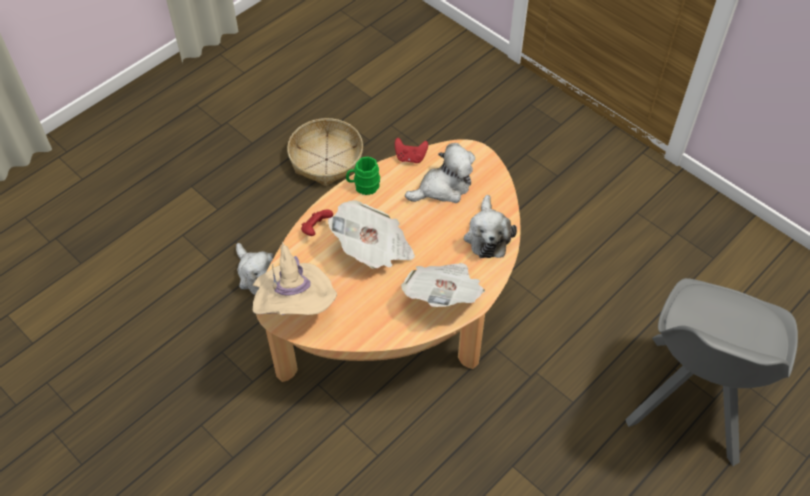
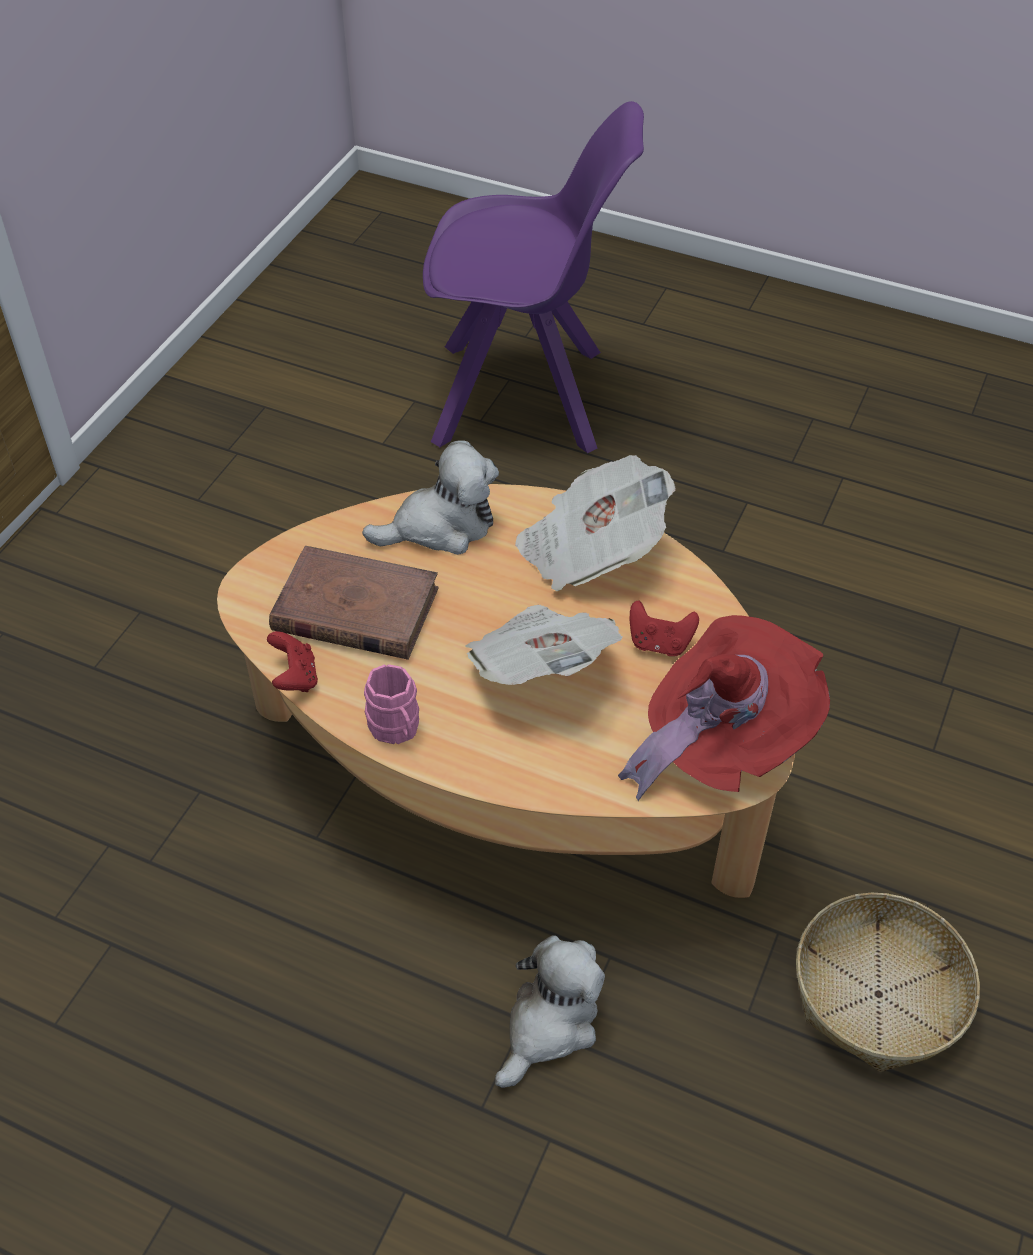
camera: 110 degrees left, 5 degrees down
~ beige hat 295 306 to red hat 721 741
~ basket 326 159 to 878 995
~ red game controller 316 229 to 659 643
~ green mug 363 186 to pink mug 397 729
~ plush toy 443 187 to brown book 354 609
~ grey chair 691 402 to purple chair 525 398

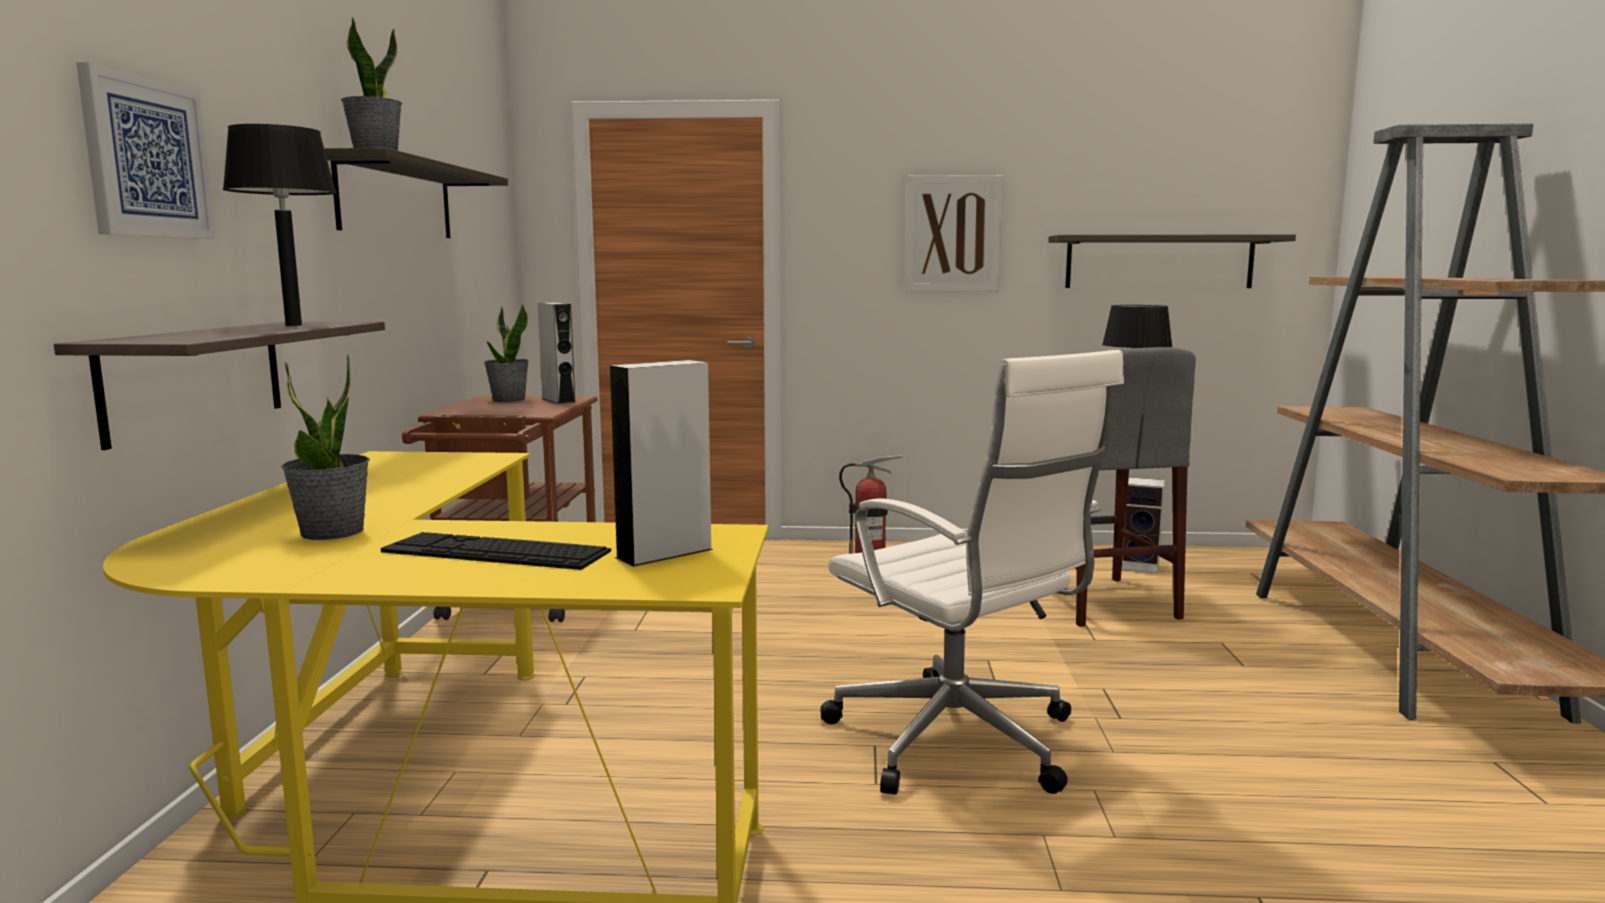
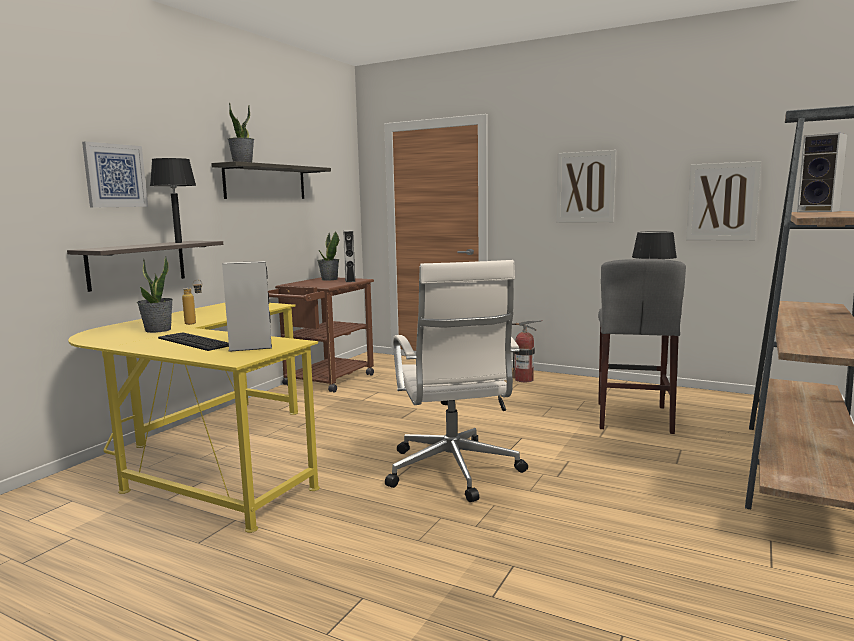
camera: 25 degrees right, 0 degrees up
~ shelf 1159 262 to picture 722 202
~ speaker 1141 566 to 820 211
+ bottle 195 323

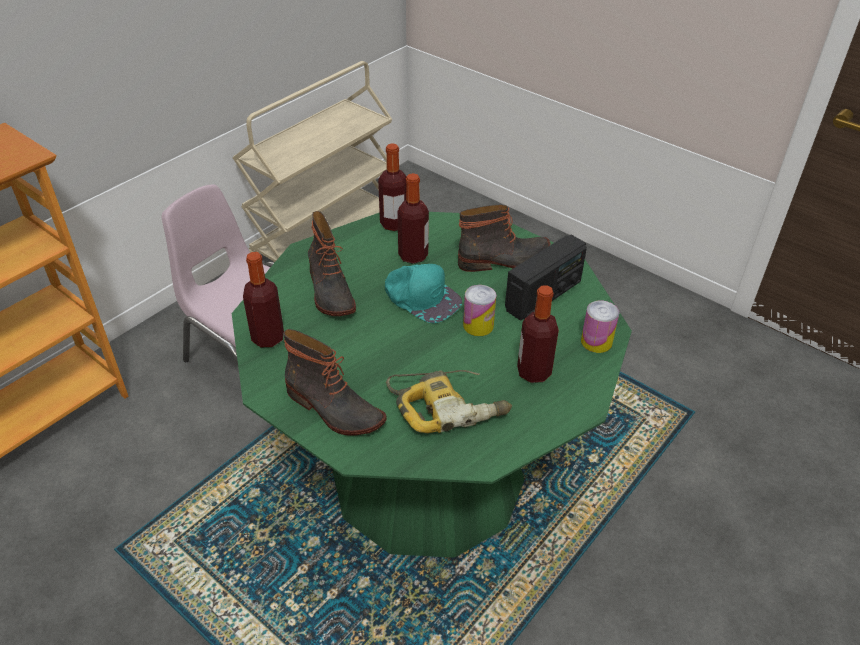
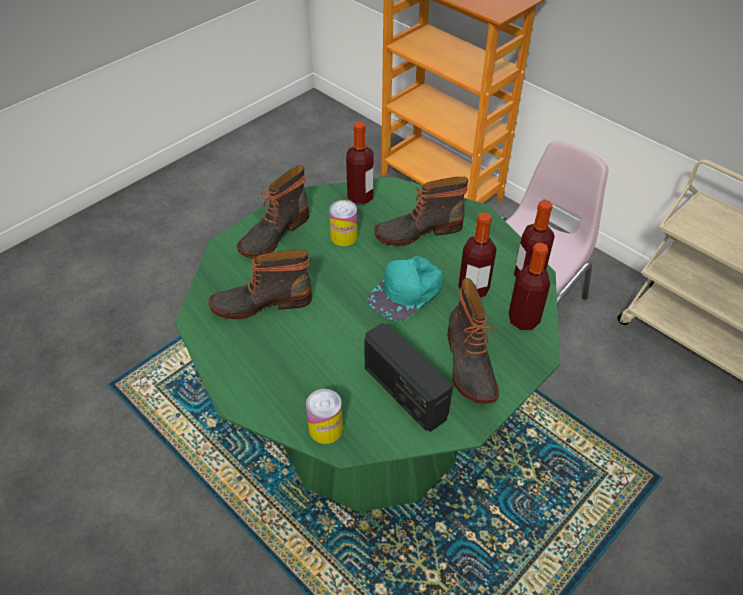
camera: 95 degrees right, 5 degrees up
~ power drill 448 406 to boot 261 302
~ can 478 325 to 344 236
~ bottle 533 372 to 523 319

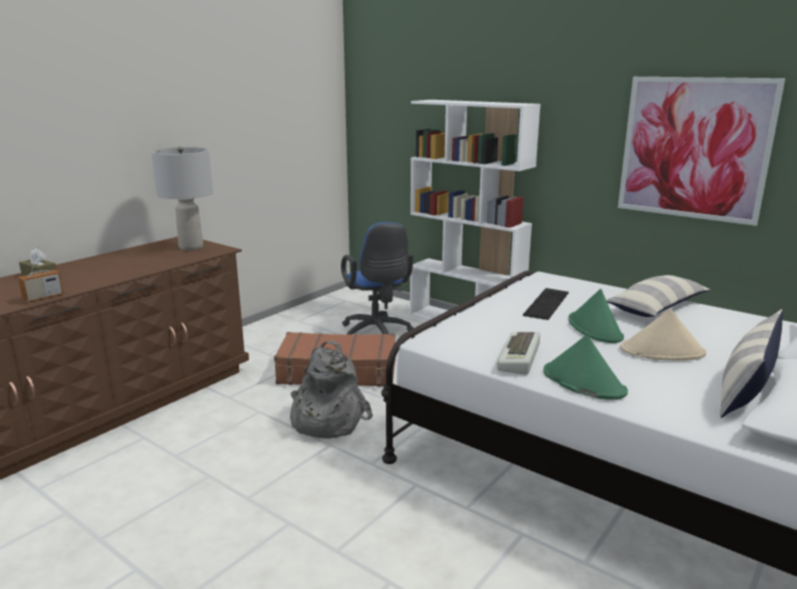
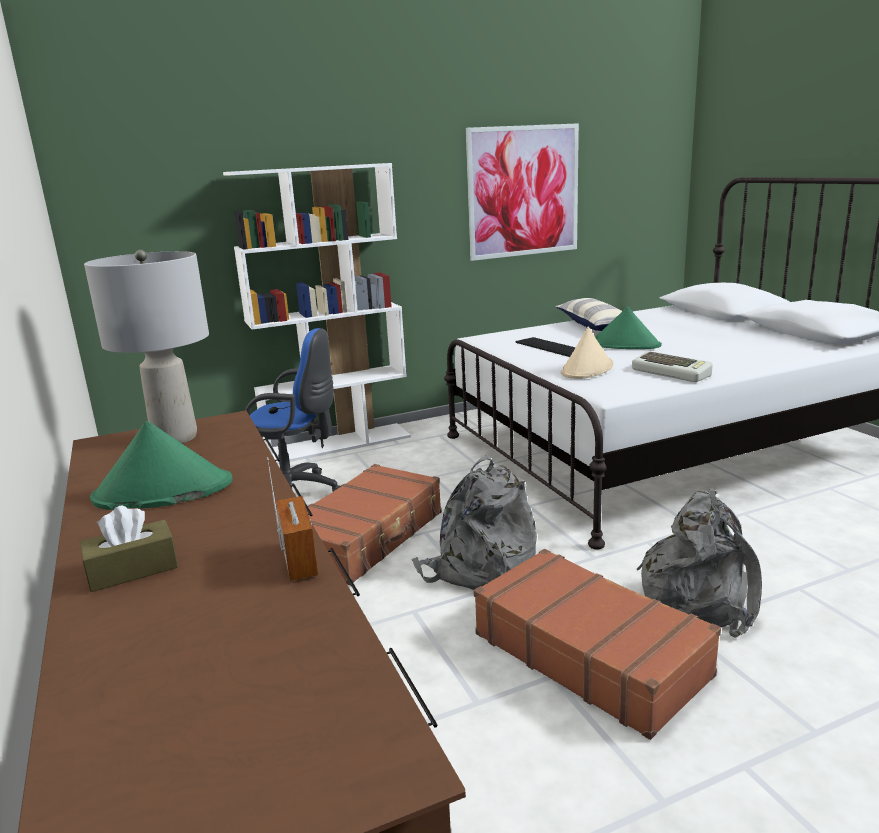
camera: 60 degrees left, 0 degrees up
~ green hat 583 382 to 162 491
~ beige hat 662 351 to 587 369
- pillow 745 390
+ brown suitcase 590 653
+ grey backpack 700 599

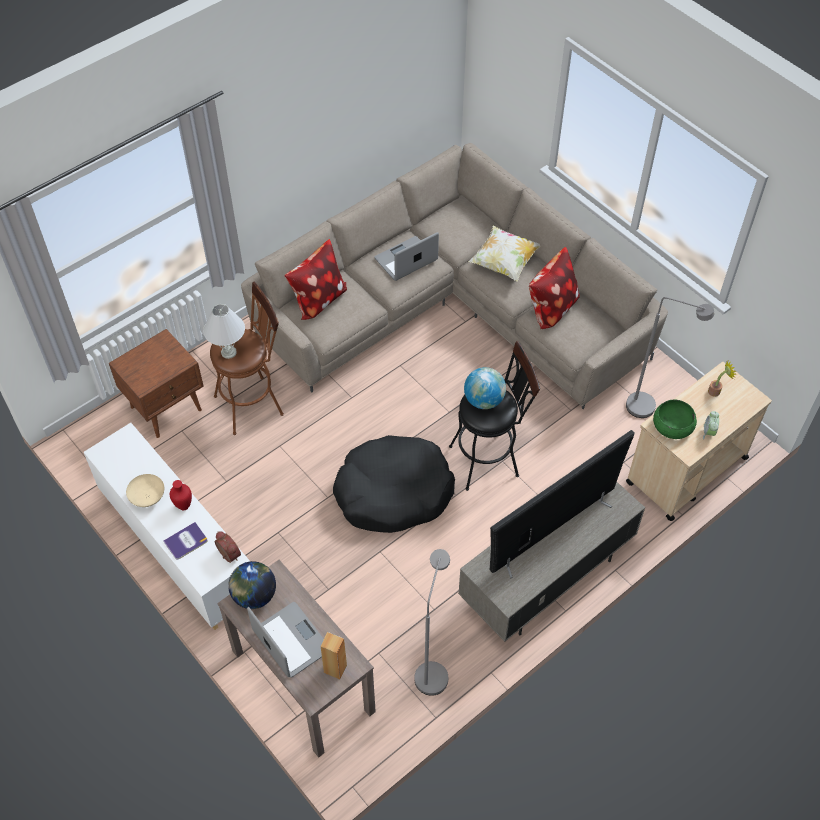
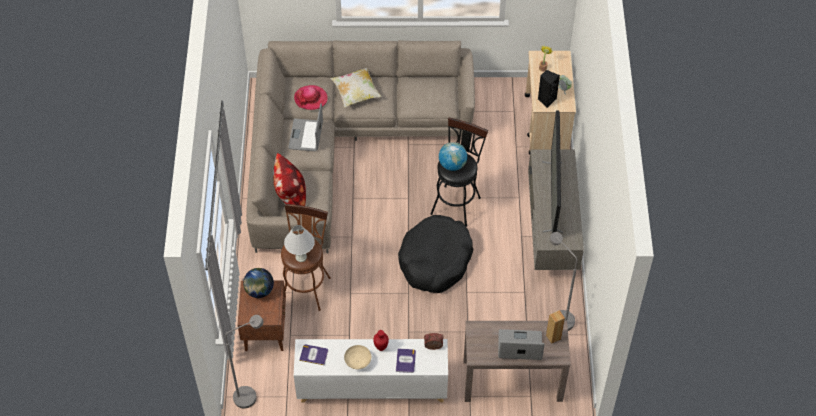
camera: 50 degrees left, 0 degrees up
~ globe 254 595 to 259 291
- pillow 551 308
~ grey floor lamp 649 408 to 250 394
~ green bowl 672 426 to black speaker 546 100
+ hat 311 98
+ book 314 355

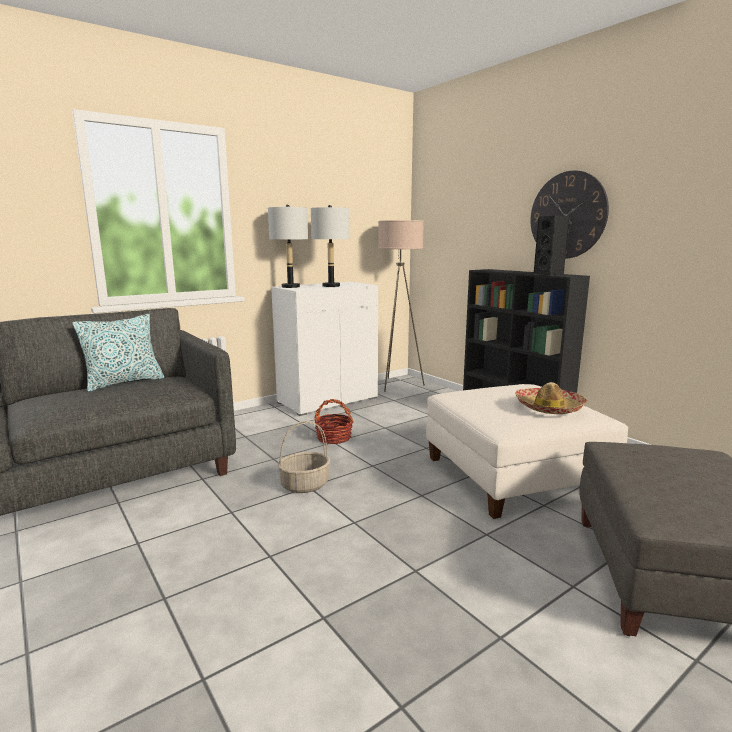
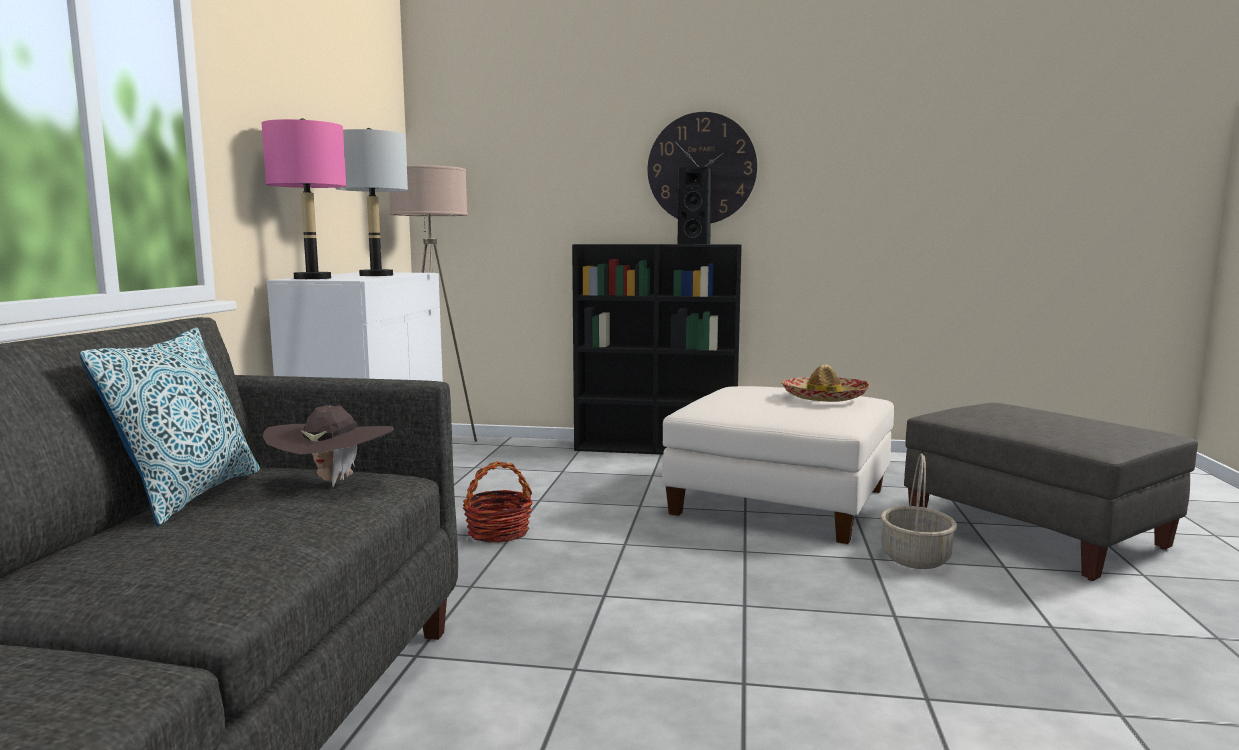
camera: 45 degrees left, 5 degrees down
~ grey table lamp 290 287 to pink table lamp 312 278
~ basket 305 485 to 914 557
+ brown hat 333 481

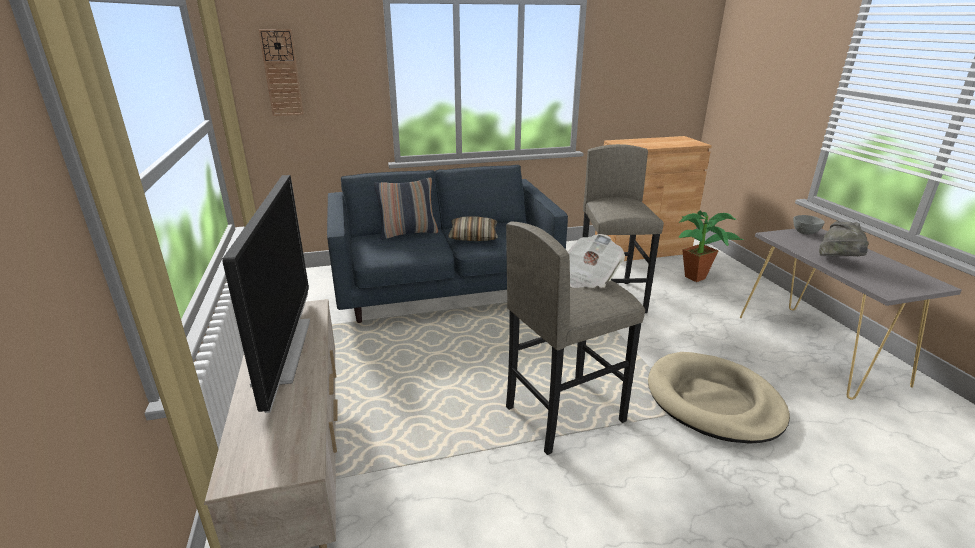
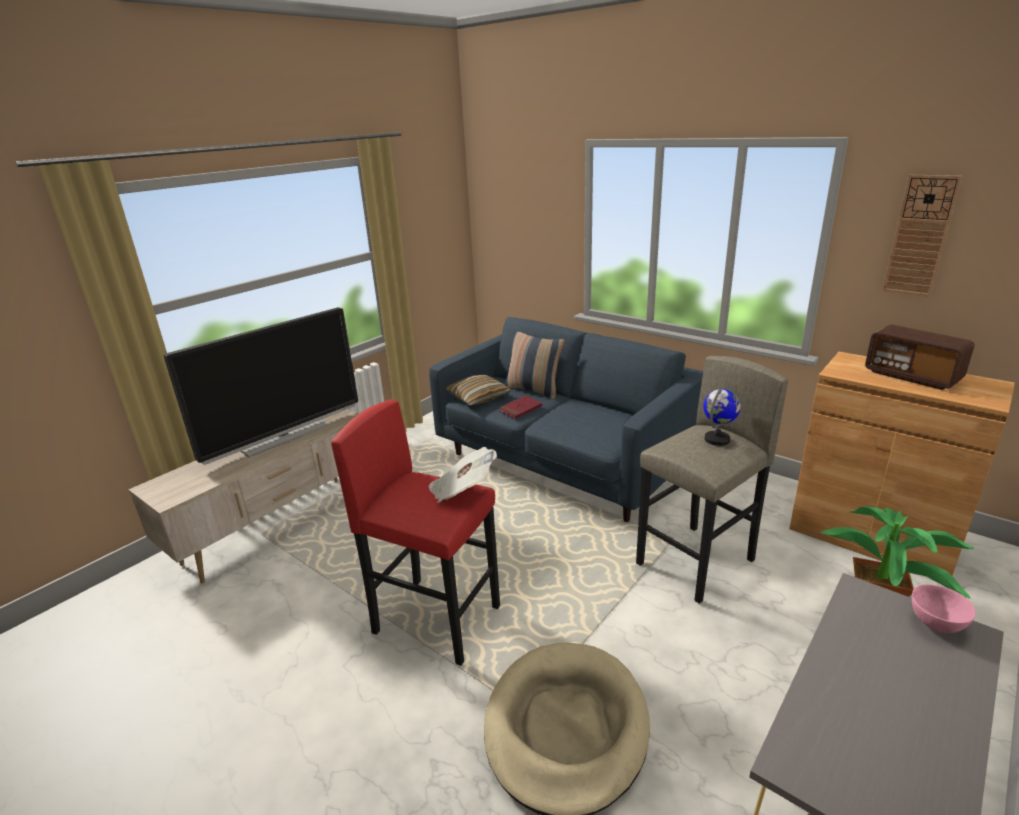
camera: 55 degrees right, 0 degrees up
~ wall clock 282 73 to 920 236
~ pillow 473 236 to 478 397
~ grey stool 563 414 to red stool 437 618
~ grey bowl 805 233 to pink bowl 935 624
- grey hat 839 262
+ red book 520 409
+ globe 717 439
+ radio 912 376

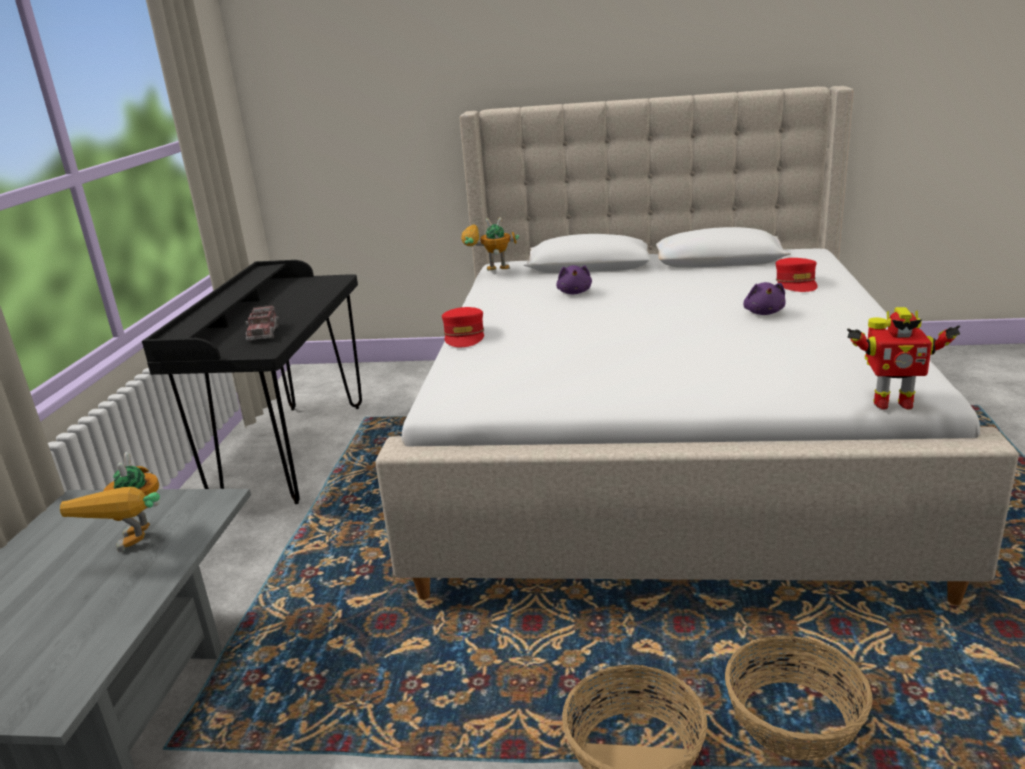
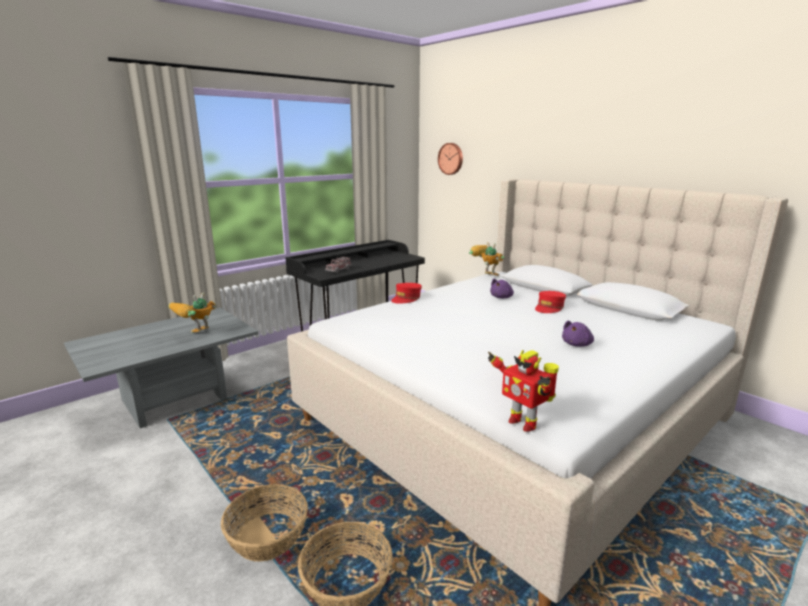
camera: 40 degrees right, 5 degrees down
~ red cap 796 283 to 549 308
+ wall clock 451 158

